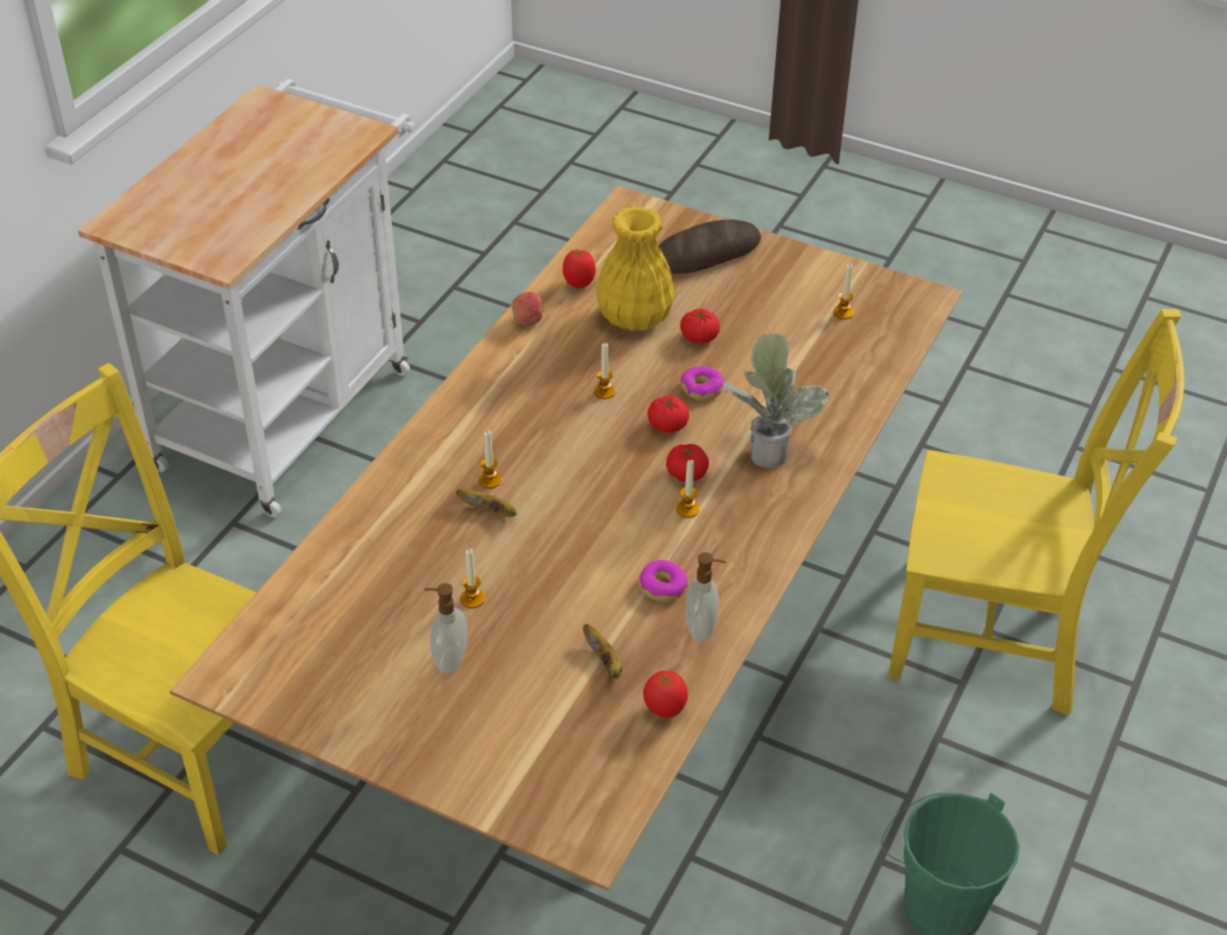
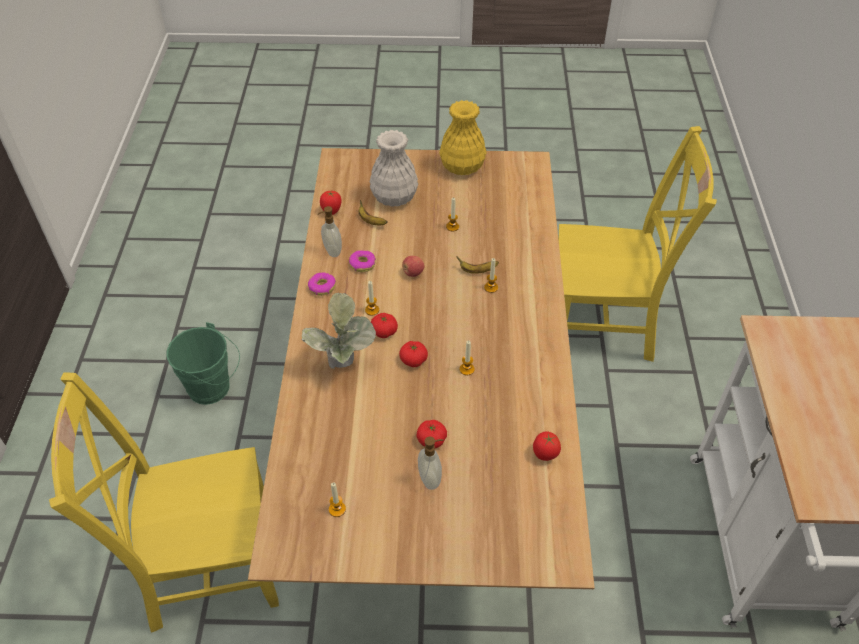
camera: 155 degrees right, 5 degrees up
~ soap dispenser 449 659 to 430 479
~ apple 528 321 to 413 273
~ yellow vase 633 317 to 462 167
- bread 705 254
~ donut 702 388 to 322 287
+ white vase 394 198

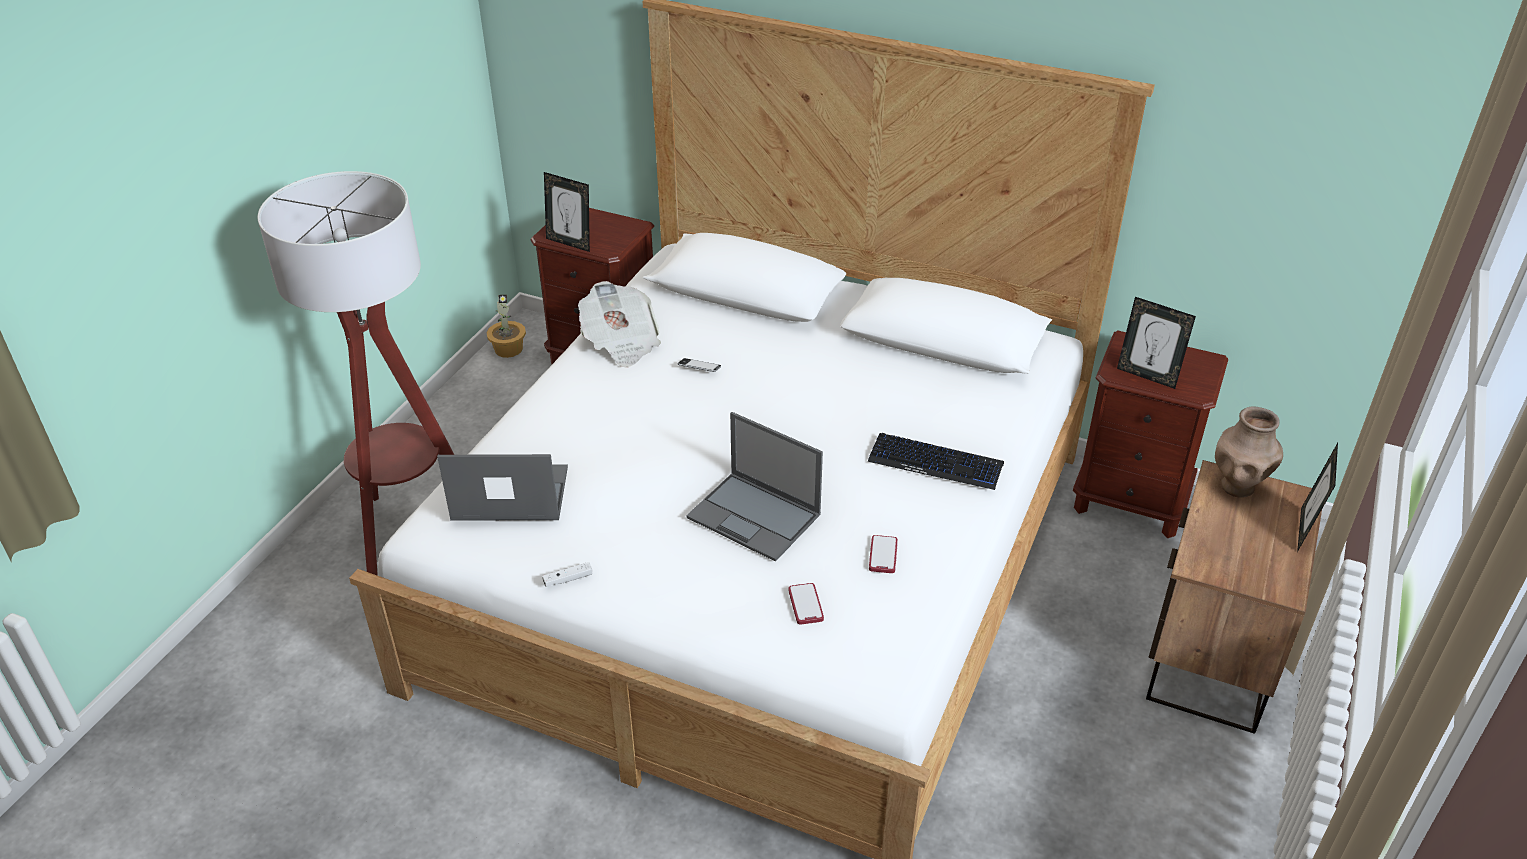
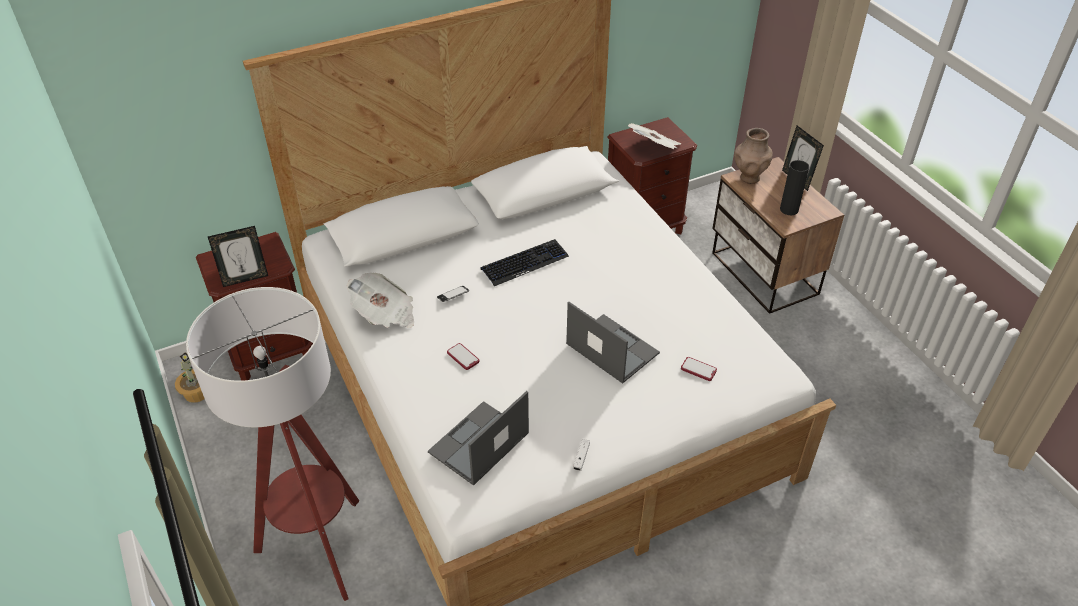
camera: 50 degrees left, 5 degrees up
~ laptop 755 516 = 611 348 120 degrees counterclockwise
~ keyboard 935 463 to 524 263
~ phone 883 555 to 463 357
~ picture frame 1147 376 to newspaper 654 148
+ black vase 789 209

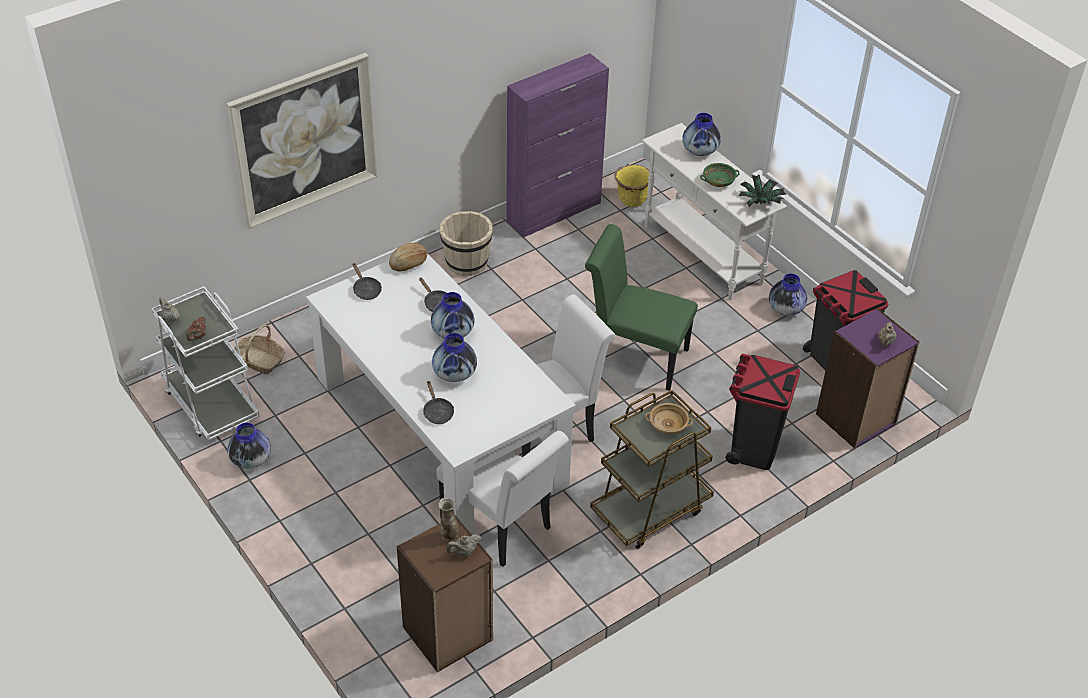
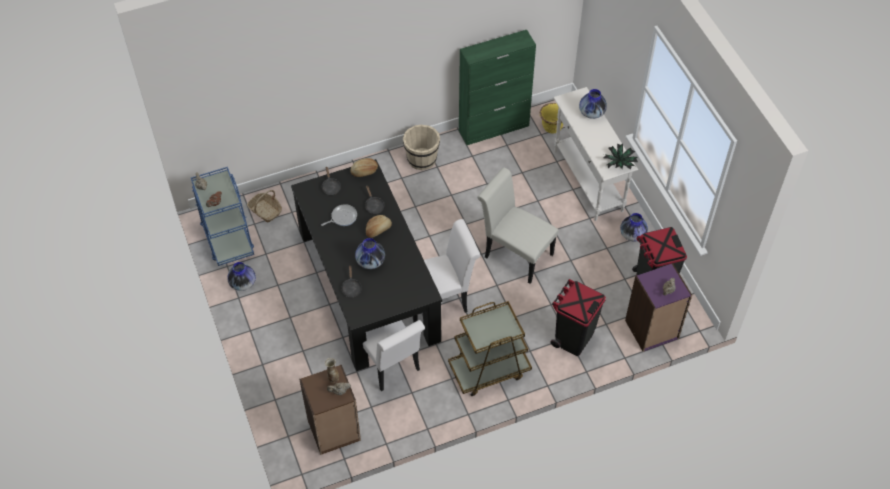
camera: 15 degrees right, 10 degrees up
~ white cart 211 404 to blue cart 227 238
- picture 304 140
~ white dining table 439 431 to black dining table 368 285
~ vase 453 332 to bread 378 230
~ purple cabinet 554 212 to green cabinet 494 128
~ green chair 634 357 to white chair 514 253
- beige bowl 667 426
- green bowl 719 181
+ frying pan 342 217

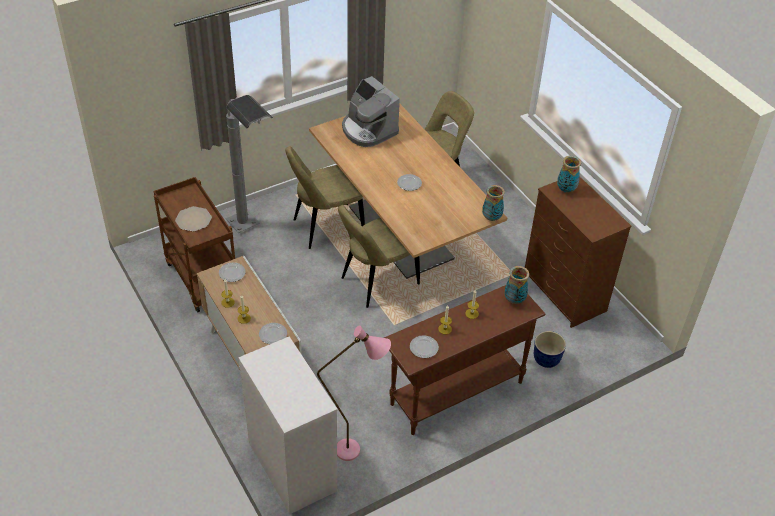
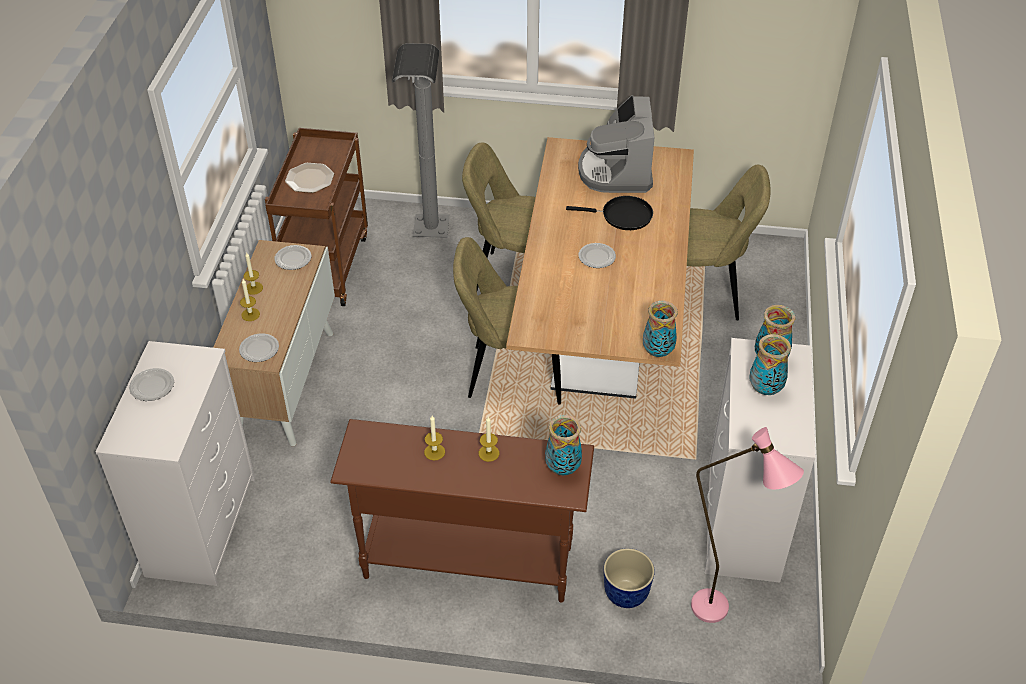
camera: 40 degrees right, 0 degrees up
~ pink floor lamp 357 451 to 721 615
~ plate 423 348 to 152 386
~ brown dresser 565 293 to white dresser 743 524
+ black frying pan 623 216
+ vase 765 389

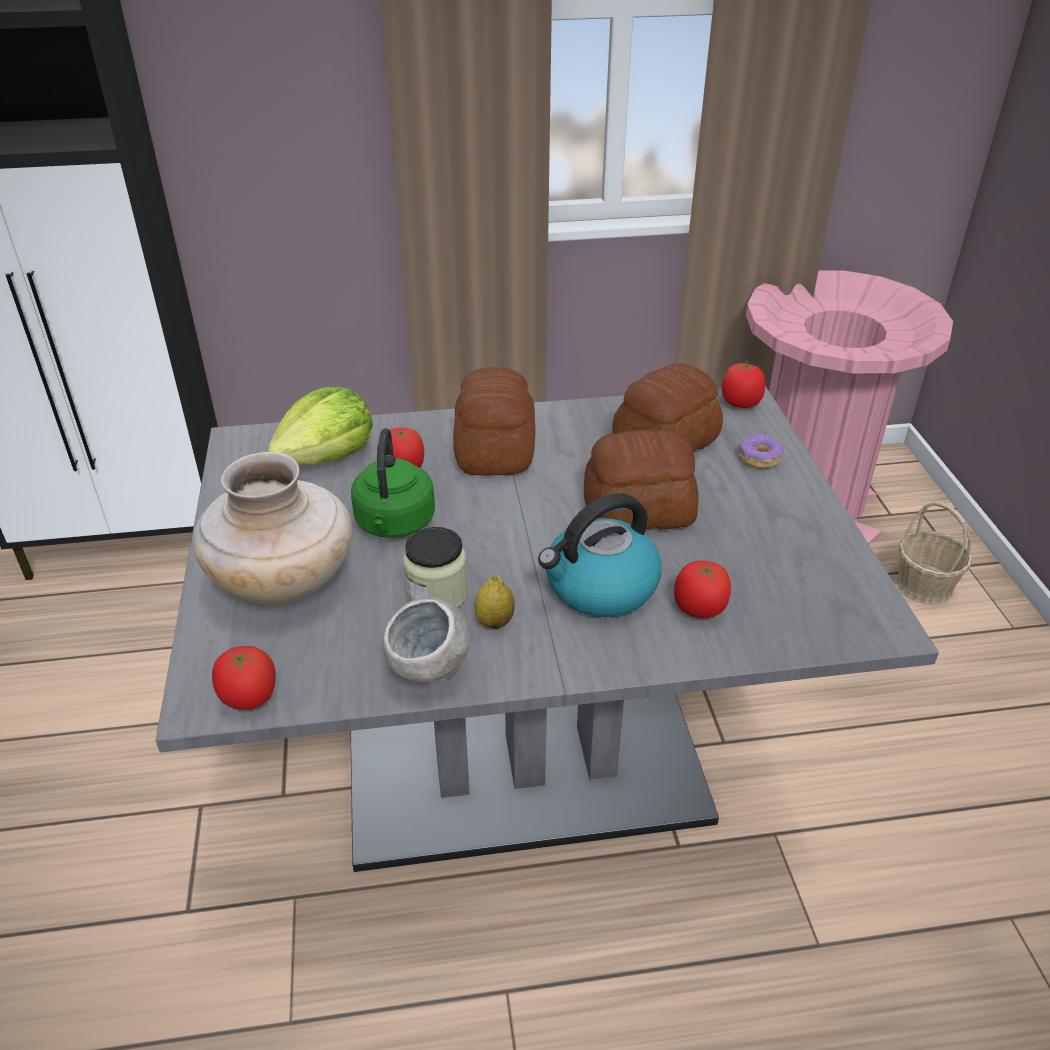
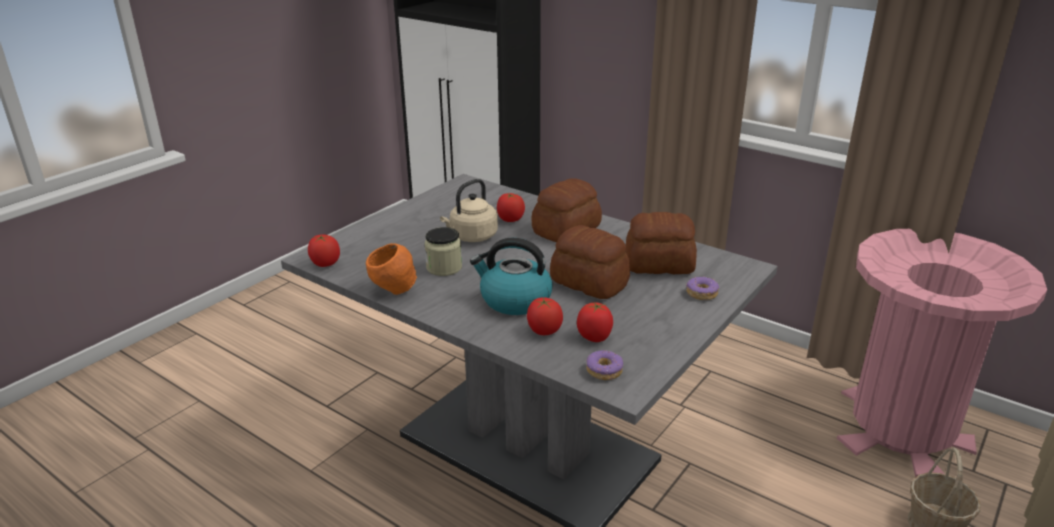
camera: 45 degrees right, 10 degrees down
- beige vase 284 583
- lettuce 327 456
~ green kettle 394 524 to beige kettle 471 237
~ grey bowl 430 675 to orange bowl 394 291
- lemon 495 622
~ tomato 741 403 to 594 337
+ donut 604 371

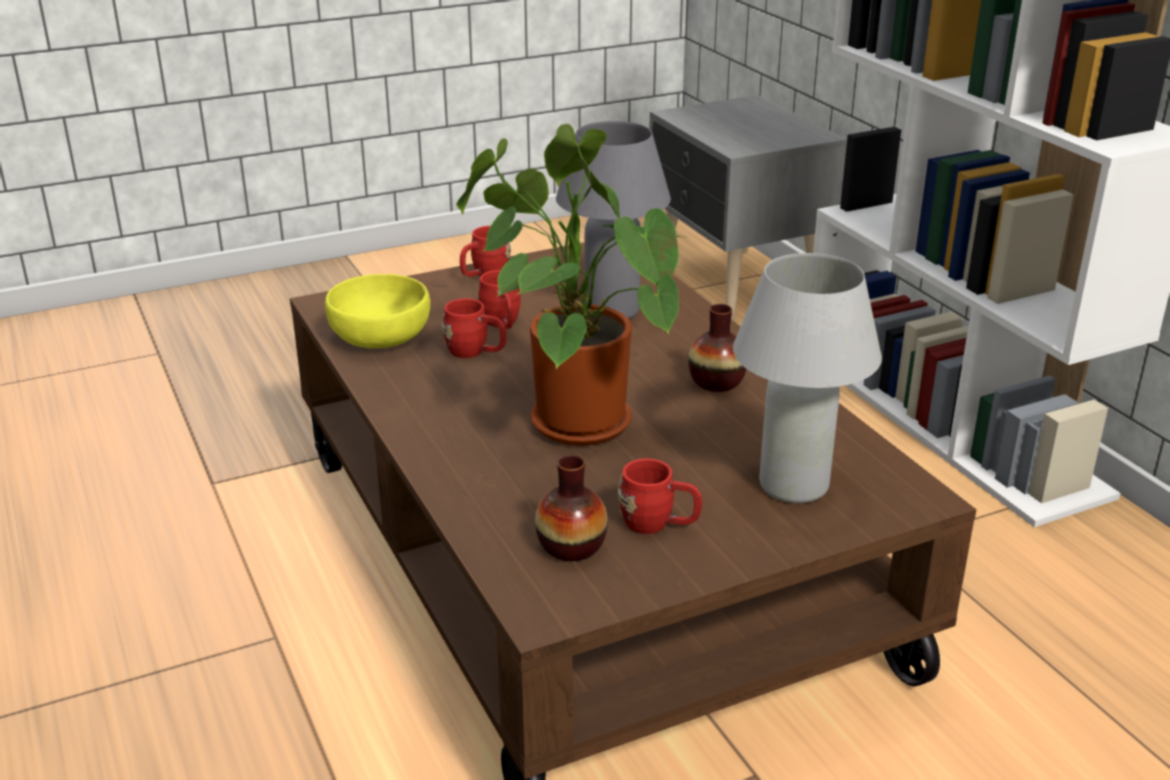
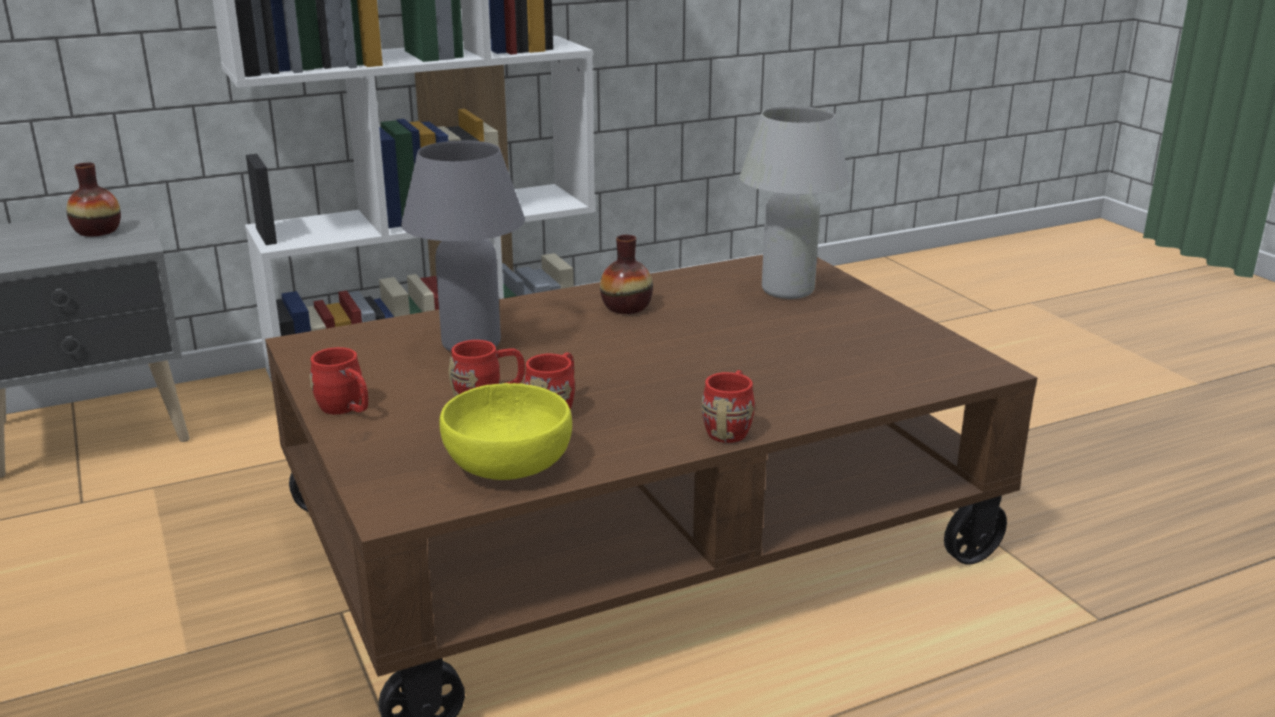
camera: 90 degrees left, 5 degrees down
- potted plant 570 420
~ vase 571 546 to 97 231
~ red mug 658 524 to 730 428

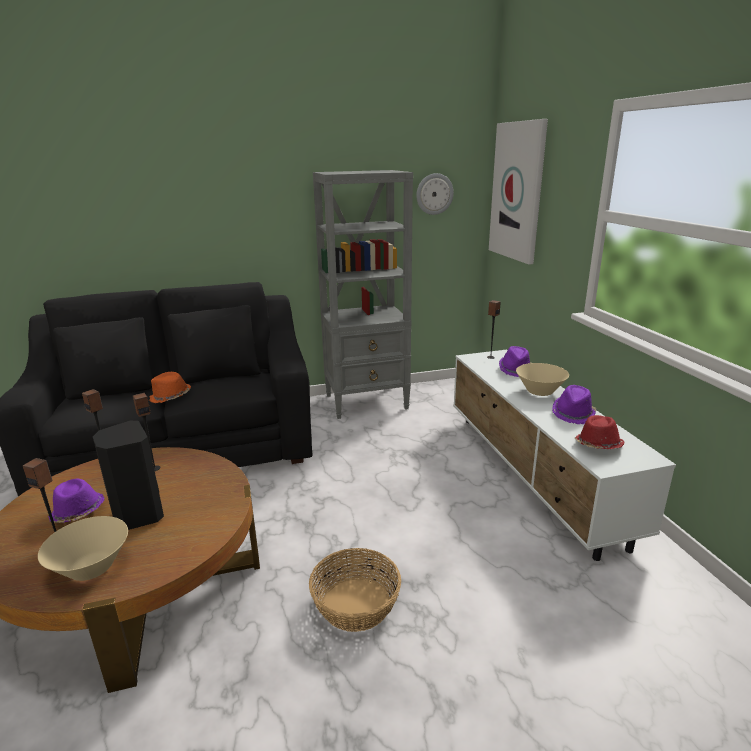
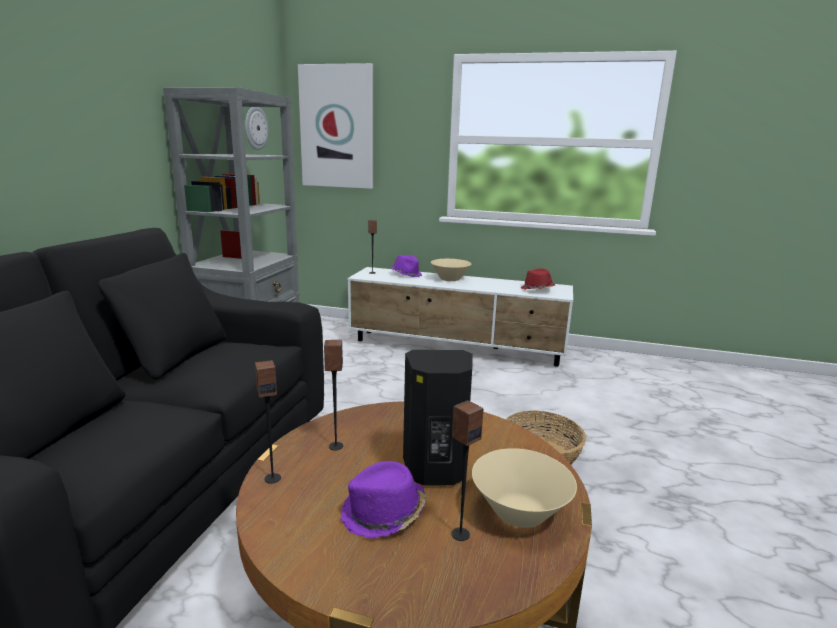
camera: 60 degrees left, 5 degrees down
- orange hat 170 397
- purple hat 573 413

